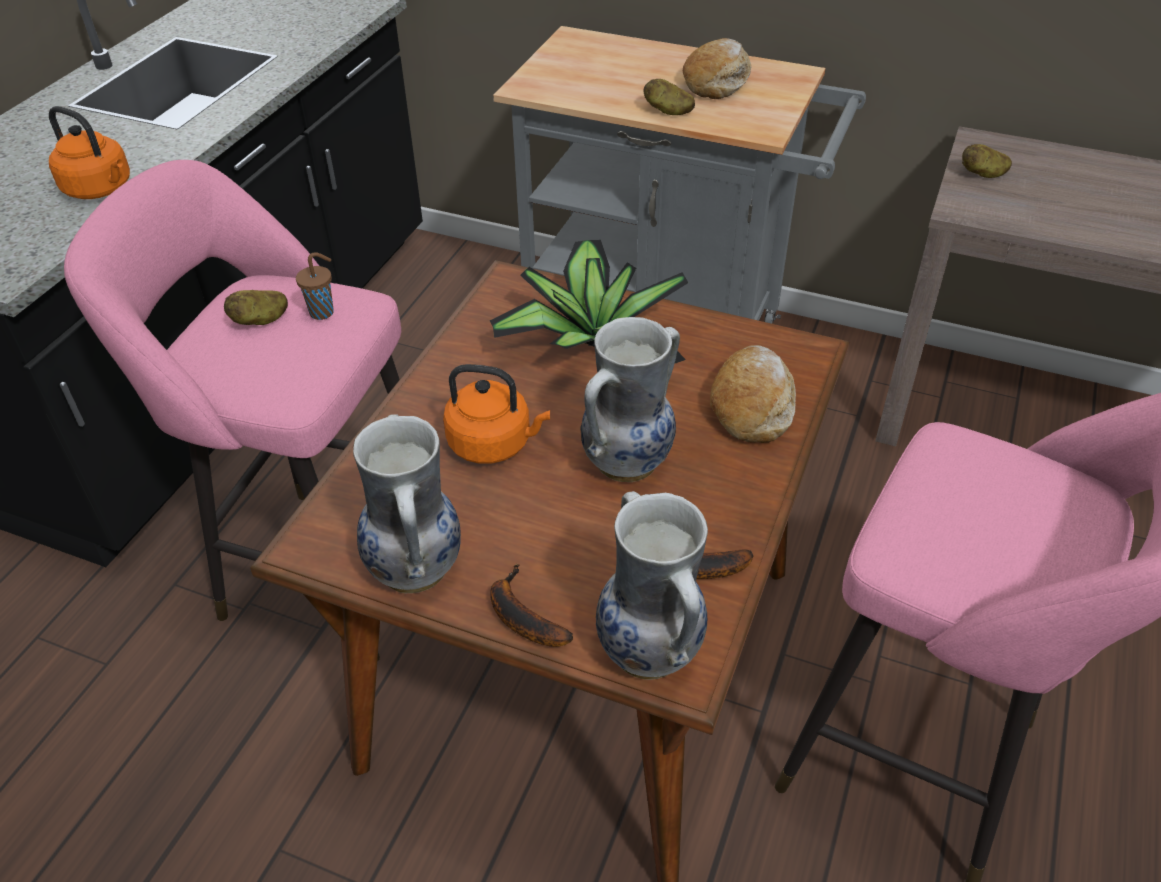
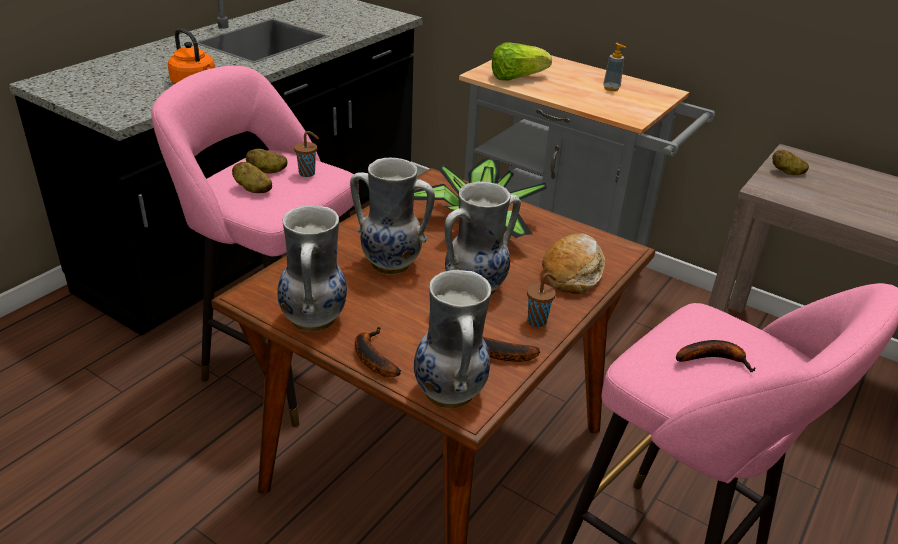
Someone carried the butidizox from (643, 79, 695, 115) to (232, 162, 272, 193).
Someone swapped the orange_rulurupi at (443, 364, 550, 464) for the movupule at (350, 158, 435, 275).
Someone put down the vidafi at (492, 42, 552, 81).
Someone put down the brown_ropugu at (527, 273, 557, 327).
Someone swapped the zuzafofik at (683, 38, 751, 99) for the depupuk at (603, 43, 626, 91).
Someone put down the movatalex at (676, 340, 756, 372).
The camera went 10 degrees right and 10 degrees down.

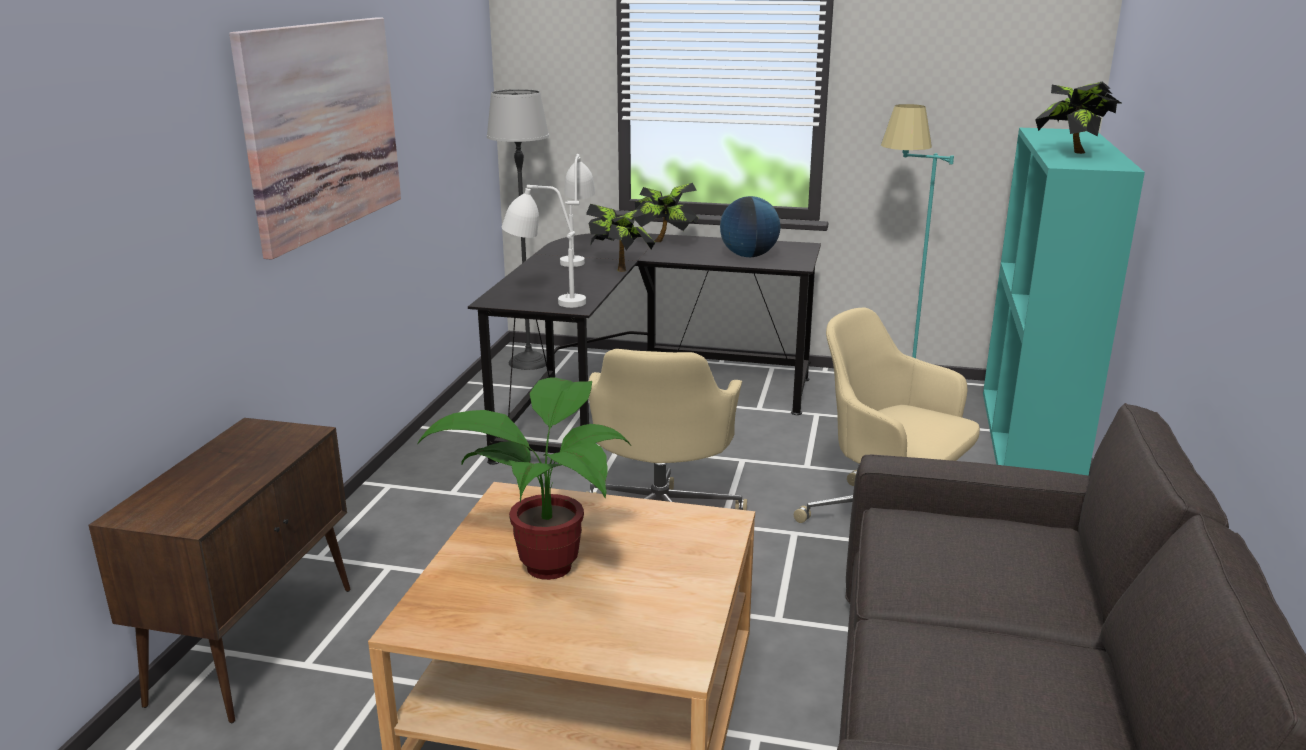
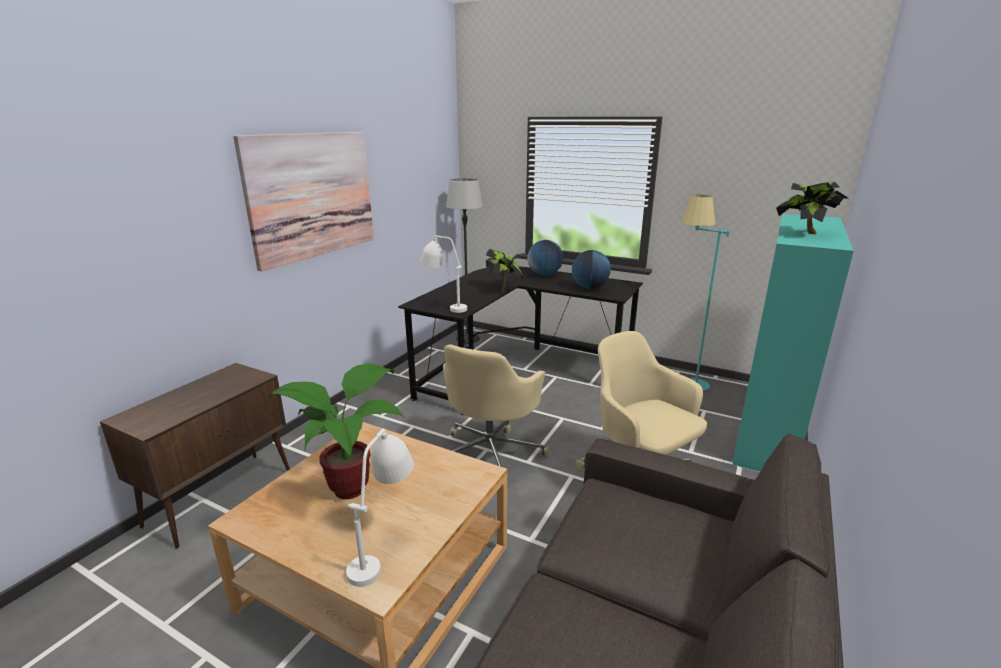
Someone carried the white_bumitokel from (560, 154, 595, 267) to (346, 428, 414, 587).
Someone swapped the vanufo at (634, 183, 698, 242) for the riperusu at (528, 240, 563, 276).
The camera went 15 degrees right and 0 degrees up.

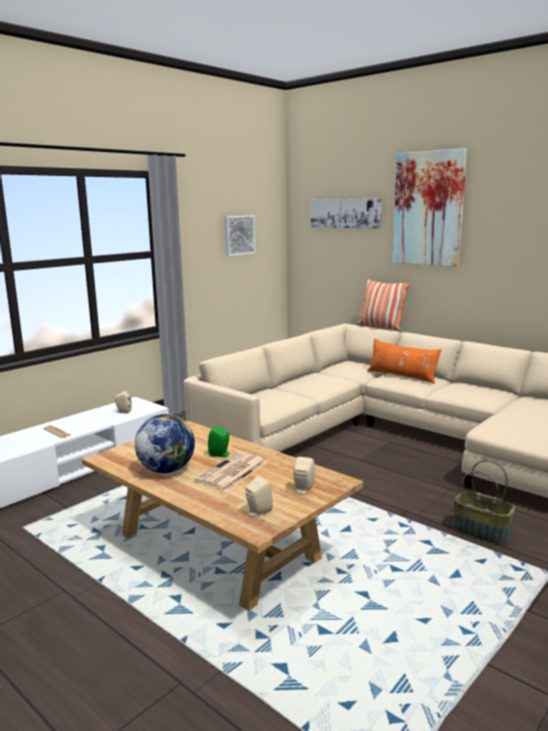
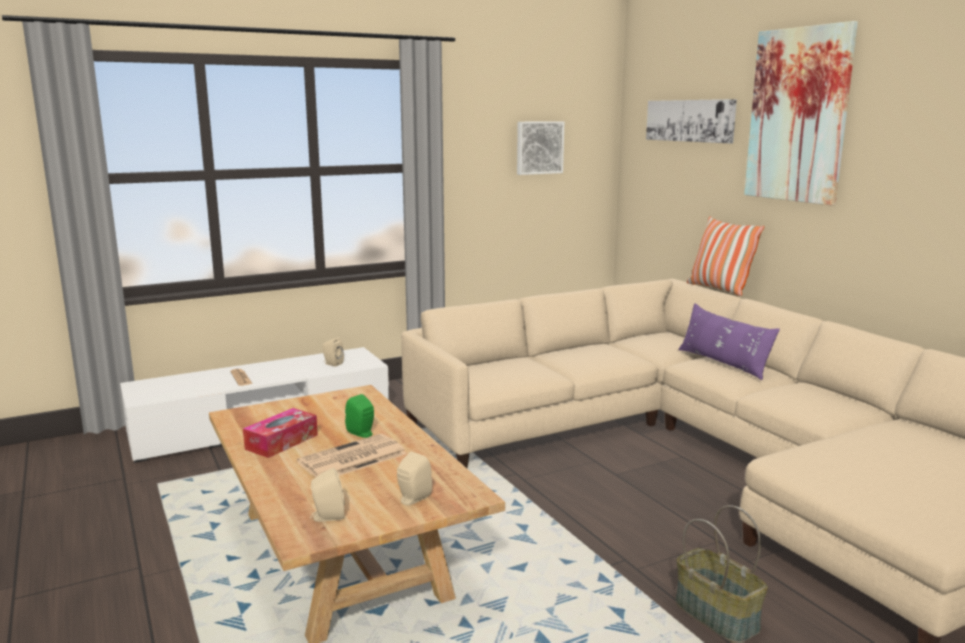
Someone swapped the riperusu at (135, 414, 195, 473) for the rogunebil at (243, 408, 318, 458).
Someone repainted the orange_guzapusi at (367, 338, 442, 384), which became the purple_guzapusi at (678, 303, 780, 380).
The camera went 20 degrees right and 0 degrees up.

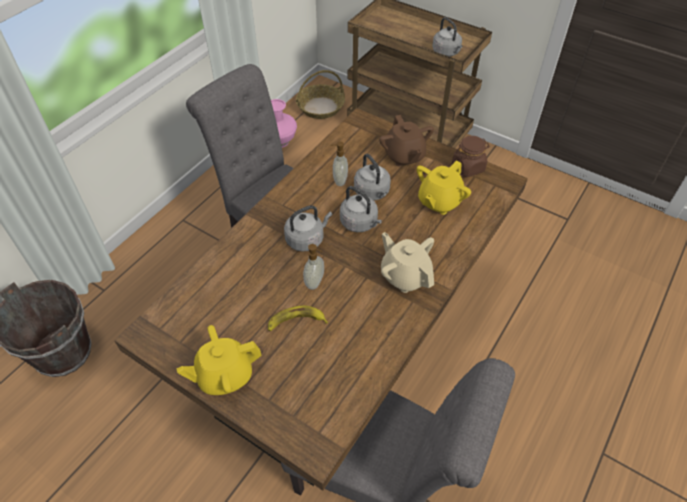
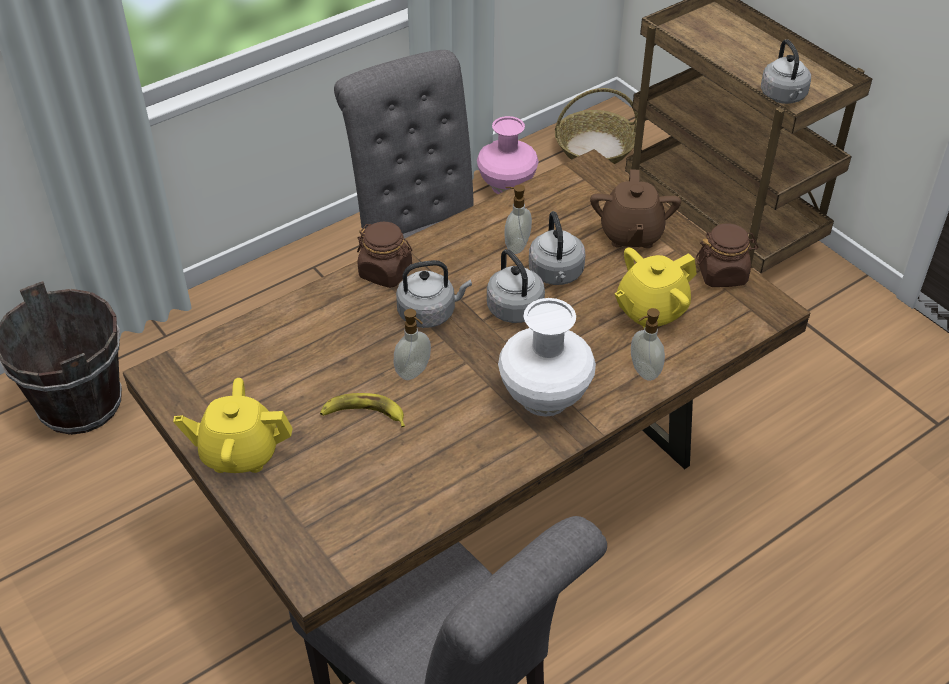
Someone put down the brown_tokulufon at (357, 222, 412, 288).
Someone swapped the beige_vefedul at (381, 232, 434, 293) for the white_movupule at (498, 298, 596, 417).
Someone put down the depupuk at (631, 308, 665, 381).
The camera went 20 degrees right and 5 degrees down.

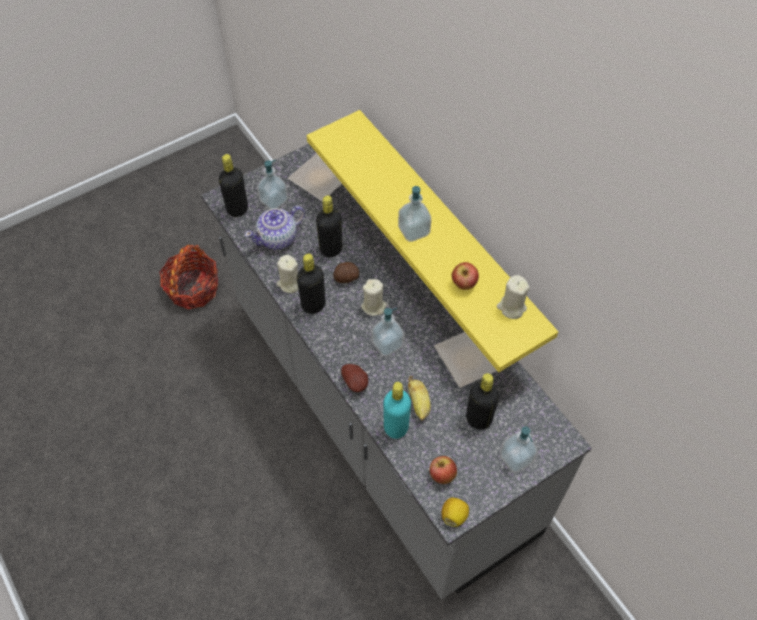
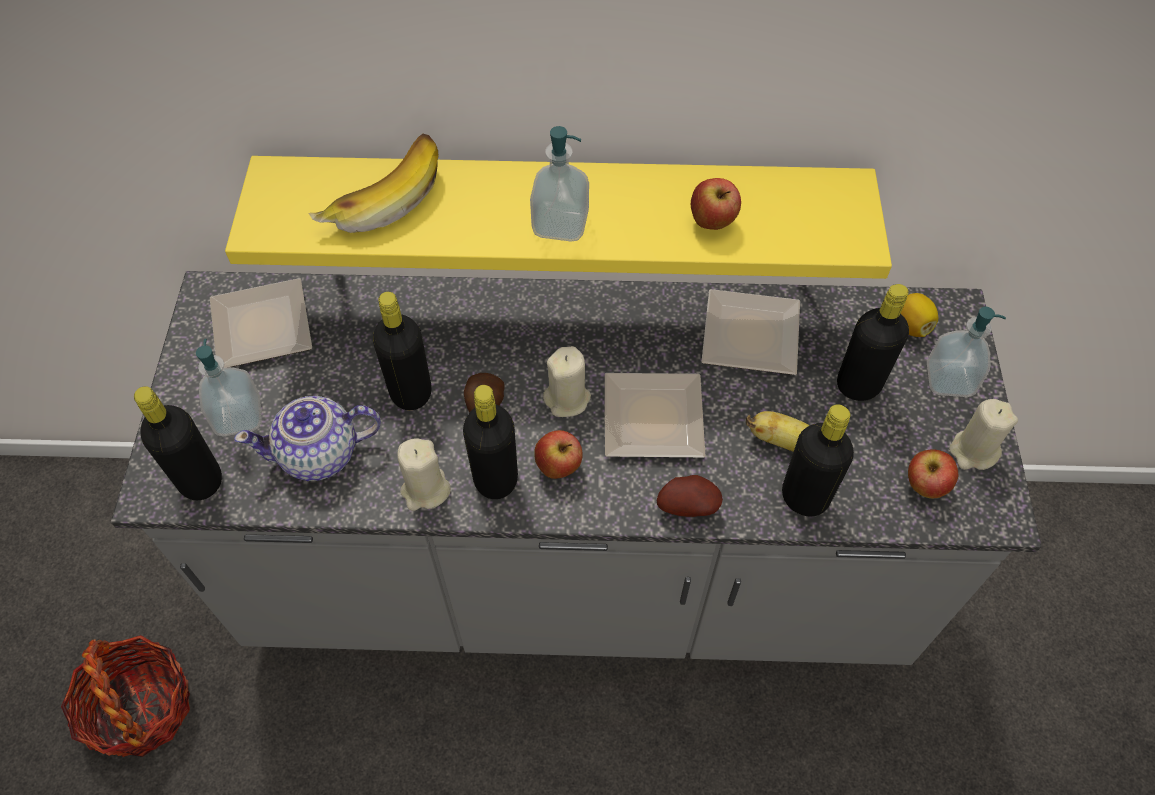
Someone rotated the vefedul at (245, 206, 305, 250) by 75 degrees clockwise.
Someone put down the movatalex at (308, 134, 439, 233).
Someone put down the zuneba at (534, 430, 583, 479).
Someone swapped the depupuk at (371, 308, 404, 356) for the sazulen at (605, 373, 705, 457).
Someone repainted the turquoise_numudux at (383, 382, 411, 439), which became the black_numudux at (782, 404, 854, 517).
Someone carried the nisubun from (441, 497, 469, 527) to (901, 293, 938, 337).
Someone carried the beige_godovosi from (497, 275, 530, 319) to (949, 399, 1018, 470).
The camera went 55 degrees left and 0 degrees up.

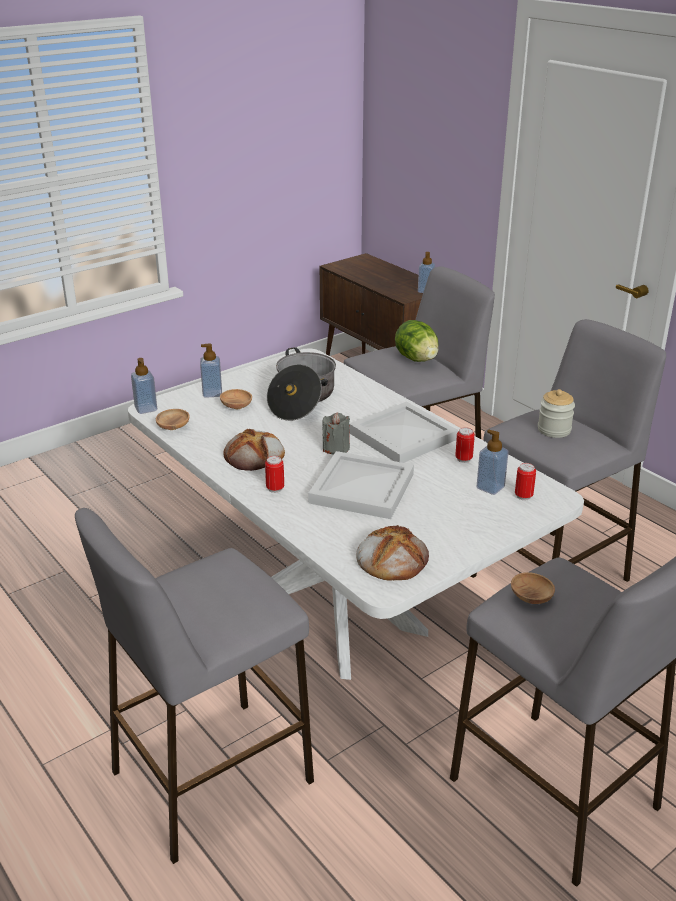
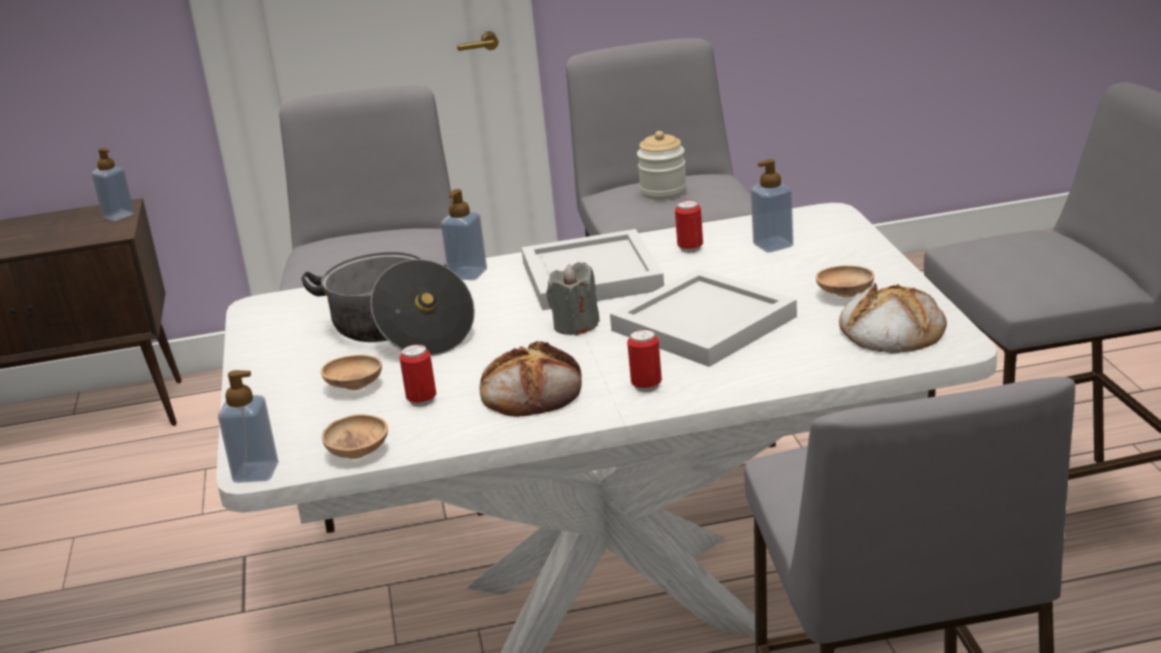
Someone carried the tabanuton from (515, 463, 536, 500) to (399, 344, 436, 407).
Someone carried the depupuk from (200, 343, 222, 398) to (441, 189, 487, 280).
Someone carried the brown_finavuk from (511, 572, 555, 604) to (816, 265, 874, 297).
Someone took away the vidafi at (395, 320, 438, 362).
The camera went 60 degrees left and 5 degrees down.

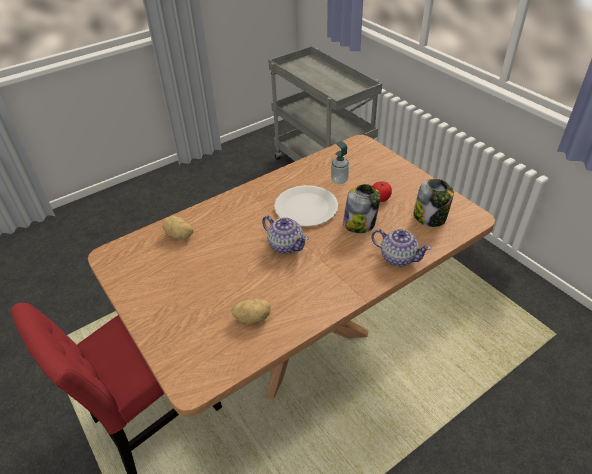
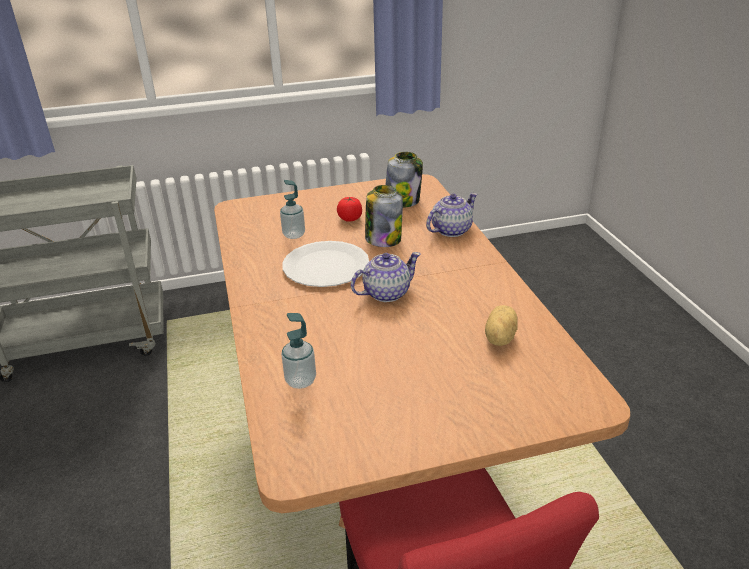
Someone swapped the butidizox at (163, 216, 193, 239) for the depupuk at (281, 313, 316, 389).
The camera went 70 degrees left and 10 degrees down.

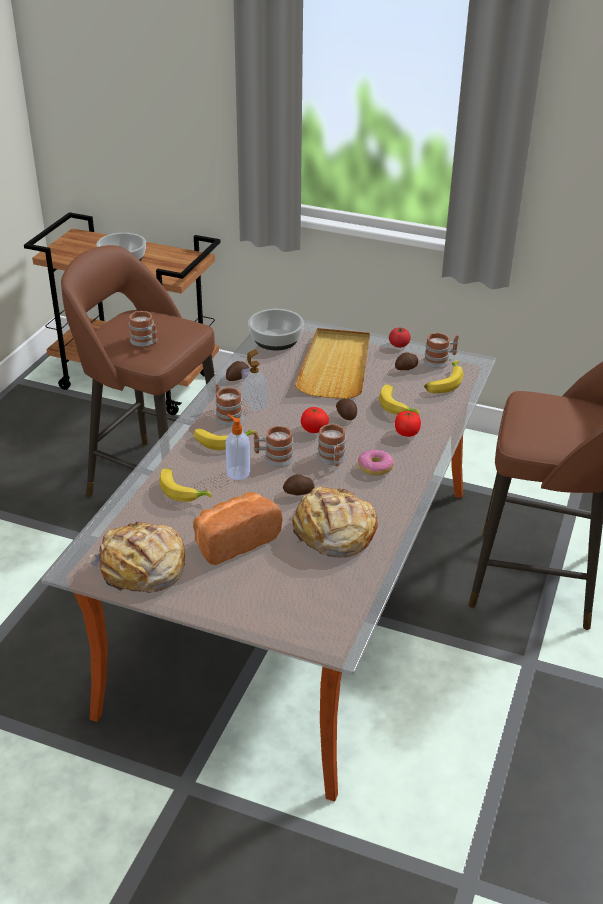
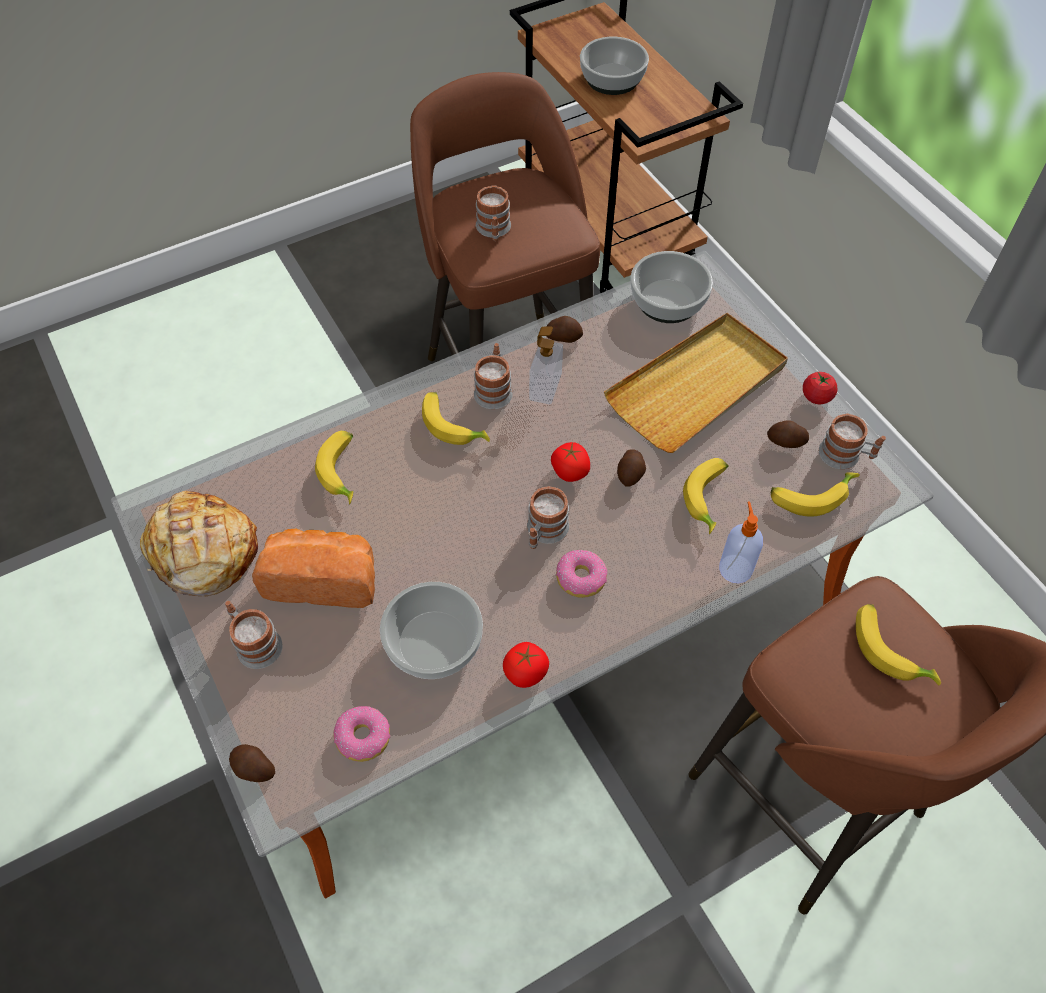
Someone carried the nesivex from (253, 426, 294, 467) to (225, 601, 283, 669).
Someone carried the butidizox from (283, 474, 314, 495) to (229, 744, 275, 782).
Someone put down the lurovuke at (334, 706, 390, 762).
Someone swapped the zuzafofik at (293, 487, 378, 558) for the finavuk at (380, 582, 483, 679).
Someone carried the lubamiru from (395, 411, 421, 437) to (503, 642, 549, 688).
Someone carried the depupuk from (226, 414, 250, 480) to (719, 501, 763, 583).
Someone put down the movatalex at (856, 604, 941, 685).
The camera went 40 degrees right and 20 degrees up.

